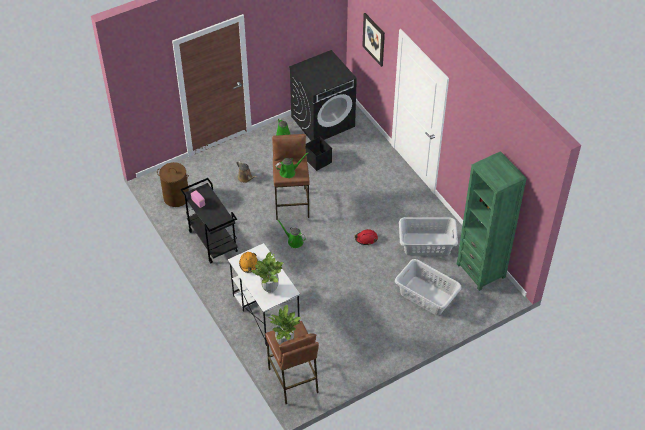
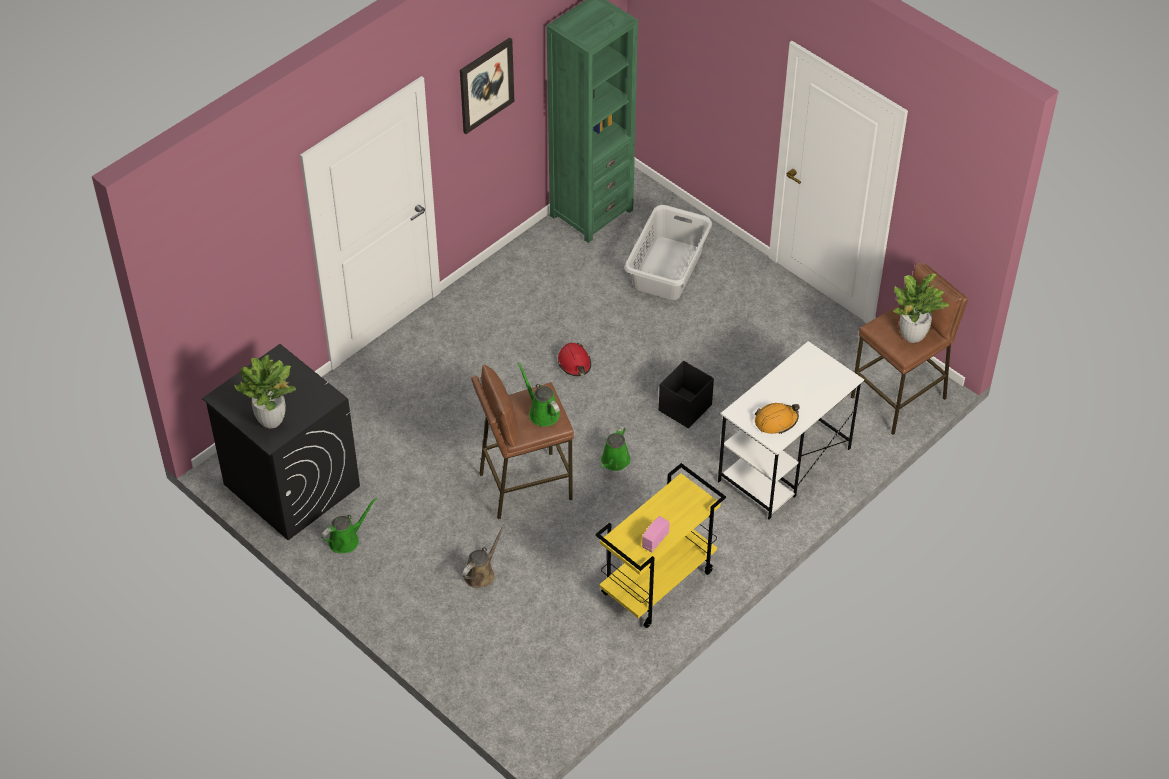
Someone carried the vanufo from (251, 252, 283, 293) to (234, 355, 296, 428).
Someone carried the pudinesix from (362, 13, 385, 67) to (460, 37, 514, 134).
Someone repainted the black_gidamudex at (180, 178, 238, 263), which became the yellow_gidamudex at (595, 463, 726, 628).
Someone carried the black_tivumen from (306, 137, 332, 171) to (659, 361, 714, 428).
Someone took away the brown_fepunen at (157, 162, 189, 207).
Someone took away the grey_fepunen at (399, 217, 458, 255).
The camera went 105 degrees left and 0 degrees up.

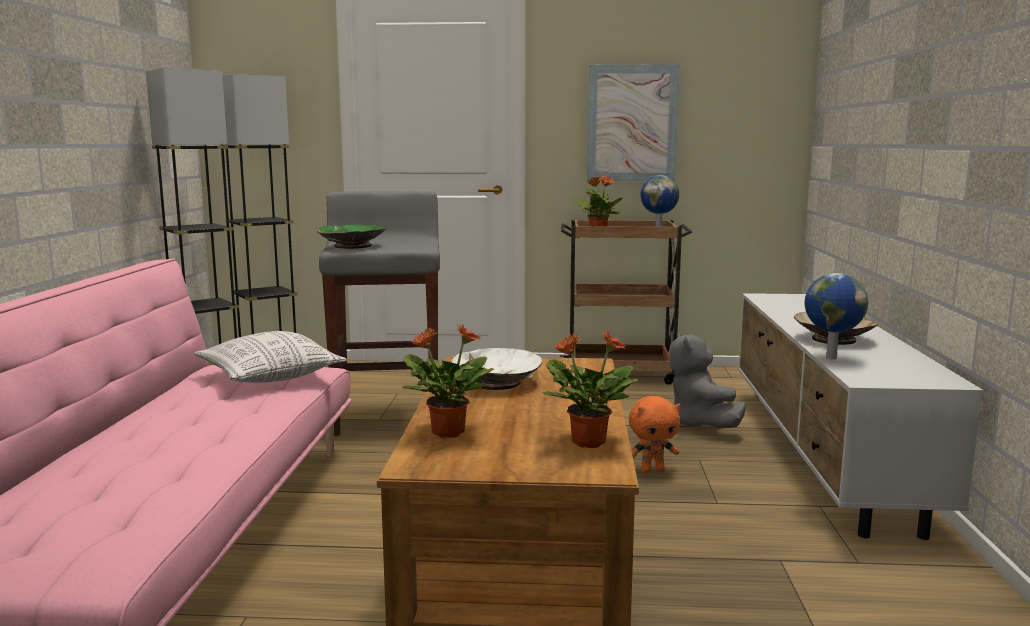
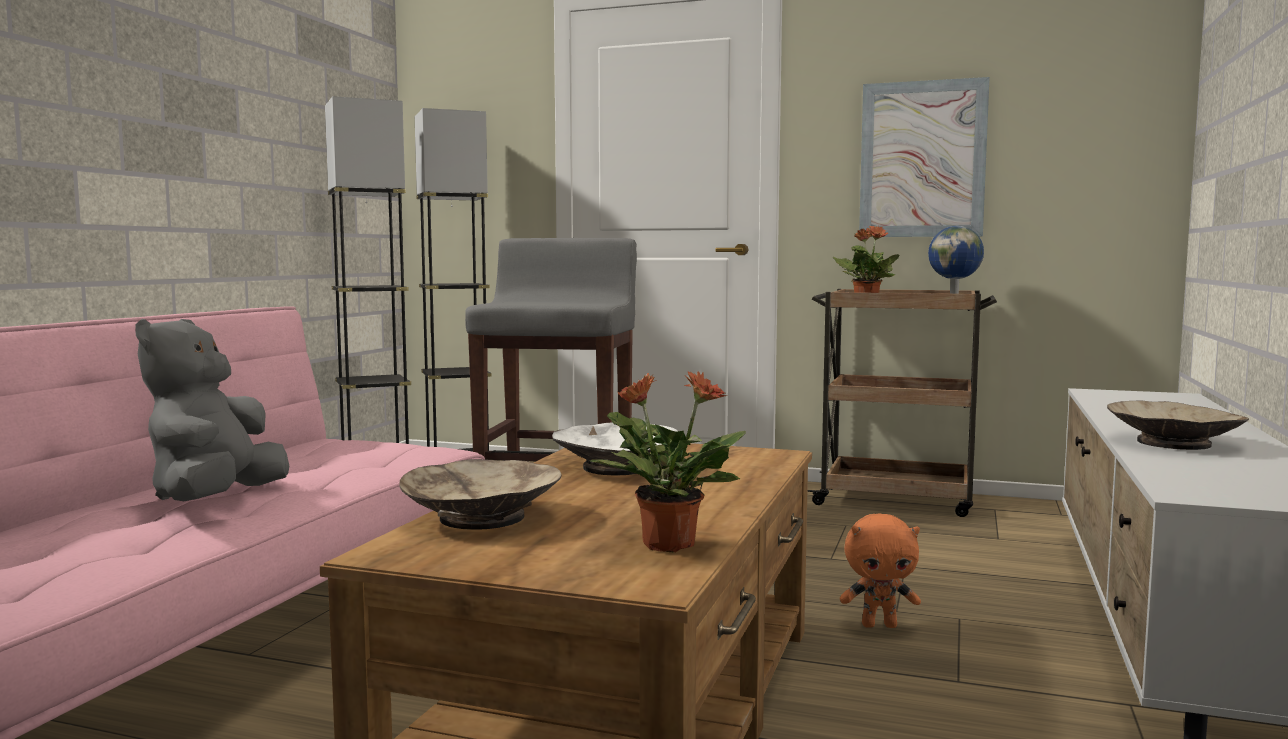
Someone carried the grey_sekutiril from (670, 331, 746, 429) to (135, 319, 289, 501).
Someone swapped the vanufo at (402, 324, 494, 438) for the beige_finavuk at (399, 459, 561, 530).
Someone took away the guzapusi at (194, 331, 347, 383).
Someone took away the green_finavuk at (317, 224, 387, 249).
Someone took away the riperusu at (805, 273, 868, 360).
The camera went 15 degrees right and 5 degrees down.

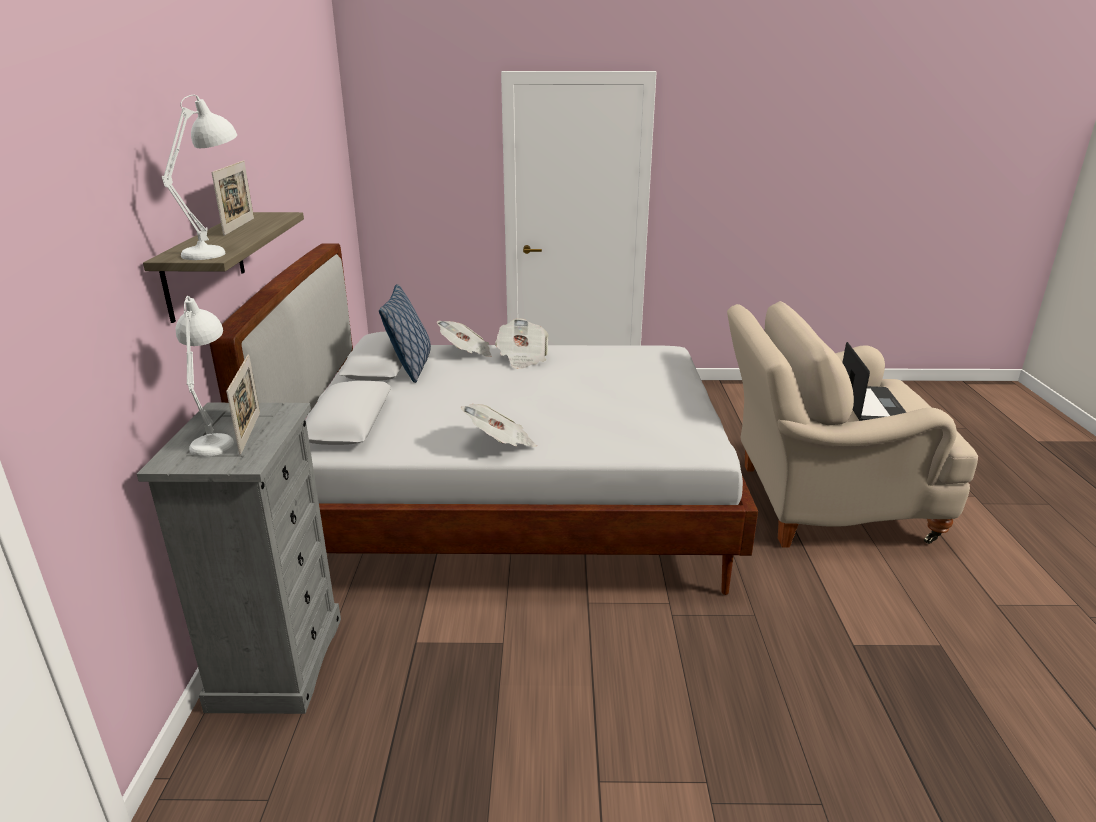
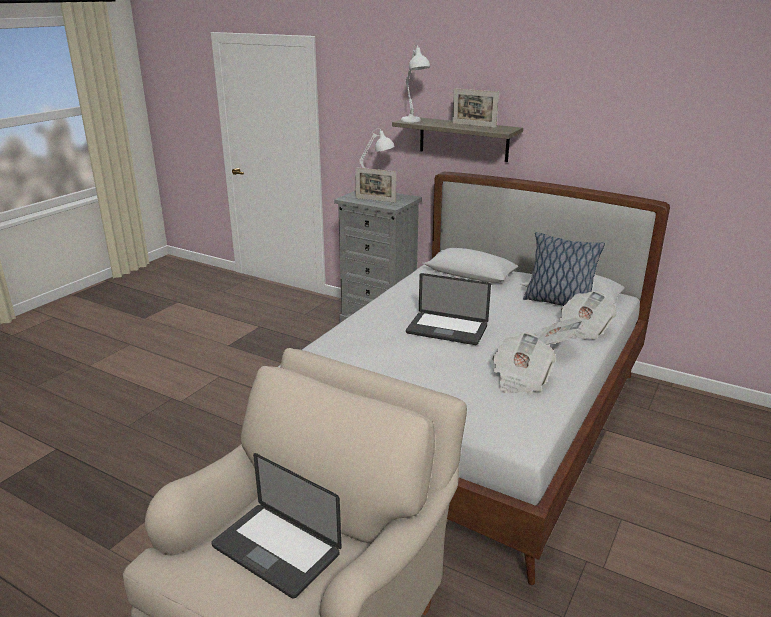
Someone put down the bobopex at (406, 273, 491, 345).
Someone carried the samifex from (461, 404, 537, 447) to (493, 333, 556, 394).
The camera went 120 degrees right and 0 degrees up.

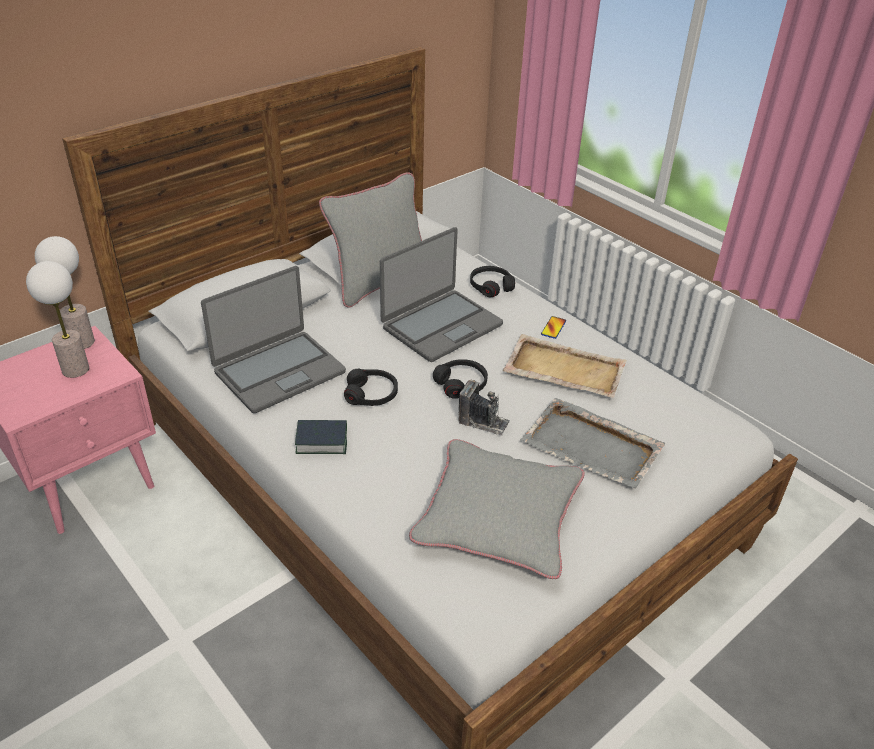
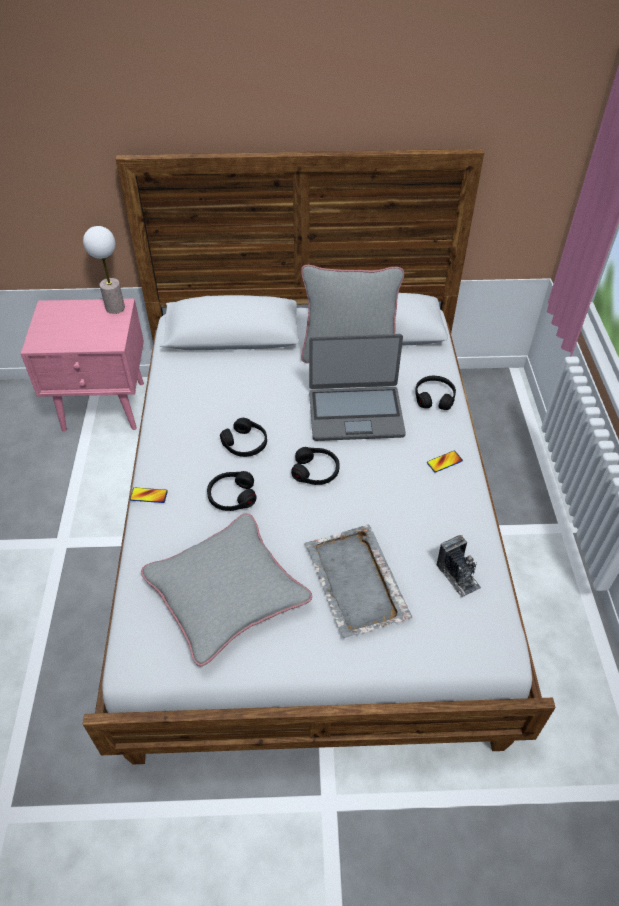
Someone put down the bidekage at (130, 488, 168, 503).
Someone put down the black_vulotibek at (207, 471, 256, 511).
Someone carried the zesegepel from (458, 380, 510, 436) to (437, 535, 481, 598).
Someone took away the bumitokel at (26, 261, 89, 378).
Someone took away the bobopex at (201, 266, 346, 413).
Someone took away the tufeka at (295, 420, 347, 454).
Someone took away the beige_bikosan at (503, 334, 627, 398).
The camera went 40 degrees right and 10 degrees up.

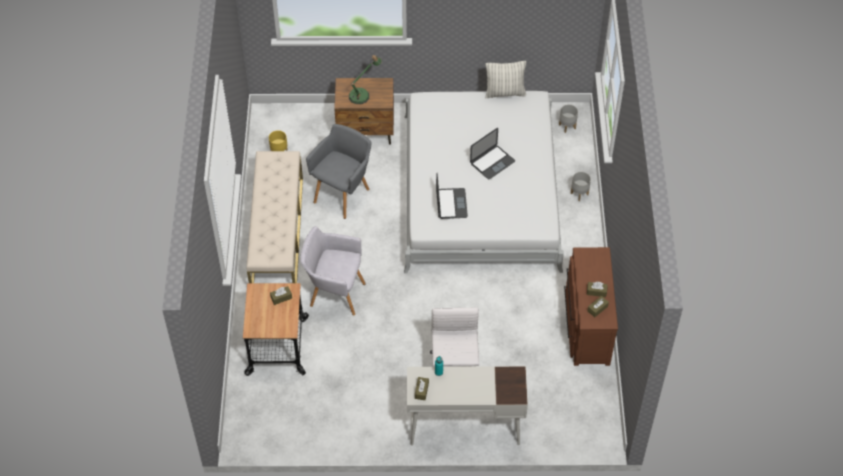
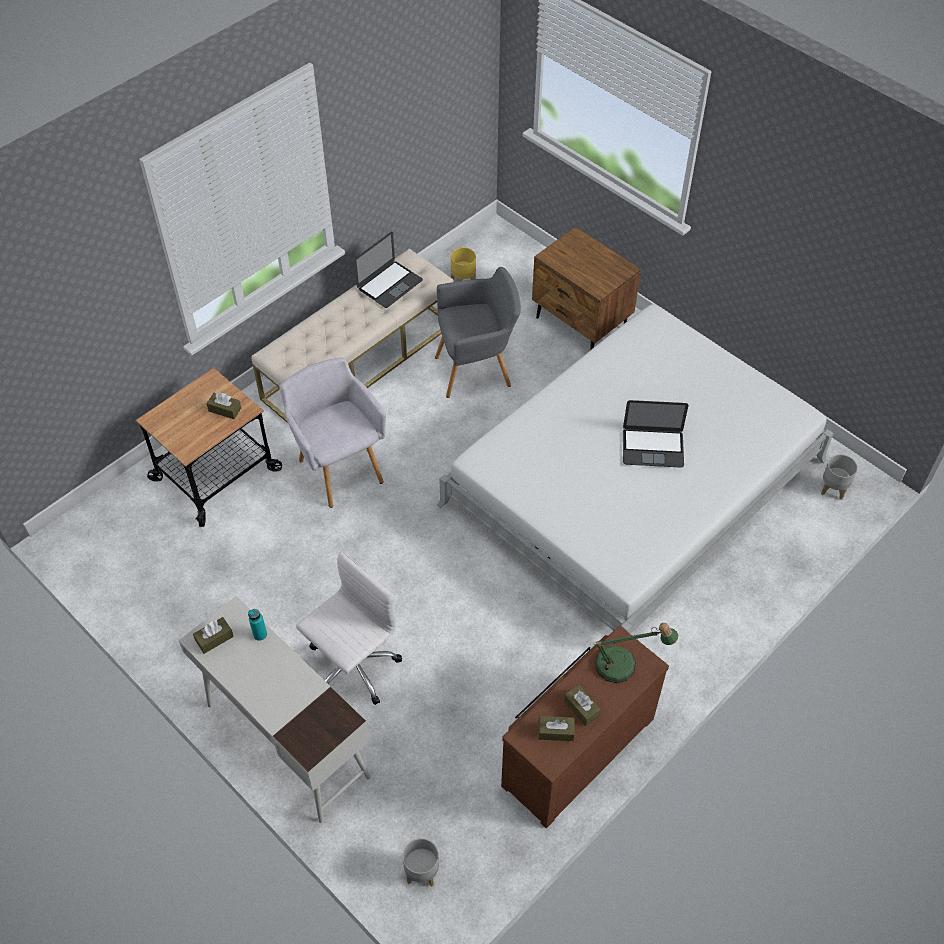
Someone carried the bobopex from (436, 173, 468, 219) to (354, 232, 423, 308).
Someone carried the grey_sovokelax from (571, 172, 591, 201) to (403, 838, 439, 887).
Someone carried the bumitokel from (349, 55, 382, 104) to (593, 623, 678, 683).
Someone took away the guzapusi at (485, 61, 526, 98).
The camera went 45 degrees right and 0 degrees up.

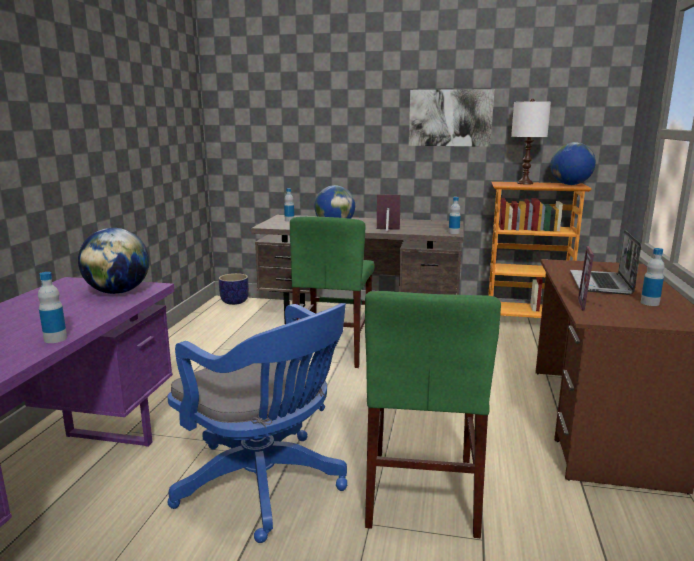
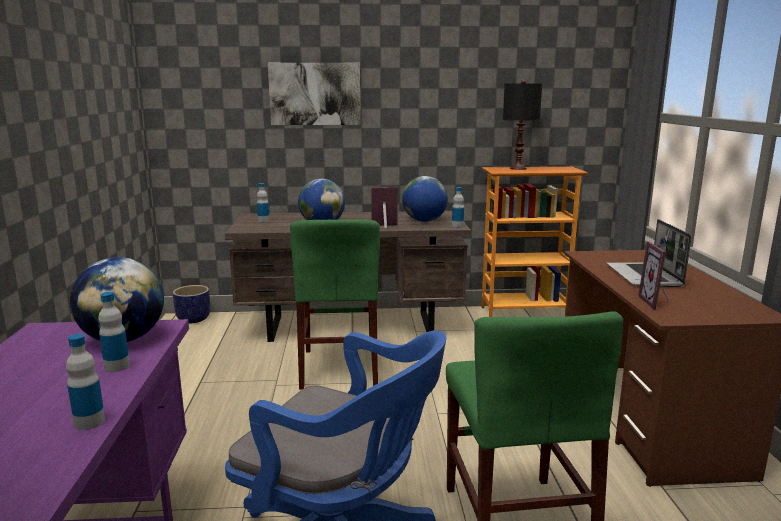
Someone carried the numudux from (641, 248, 665, 306) to (98, 292, 130, 372).
Someone carried the pudinesix from (409, 89, 494, 147) to (268, 63, 361, 125).
Someone carried the riperusu from (550, 142, 596, 185) to (402, 176, 448, 222).
Someone repainted the white_bumitokel at (511, 99, 551, 184), which became the black_bumitokel at (503, 80, 542, 170).
The camera went 15 degrees left and 0 degrees up.

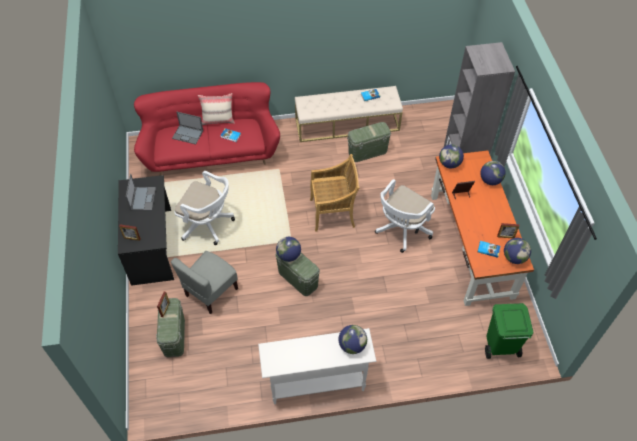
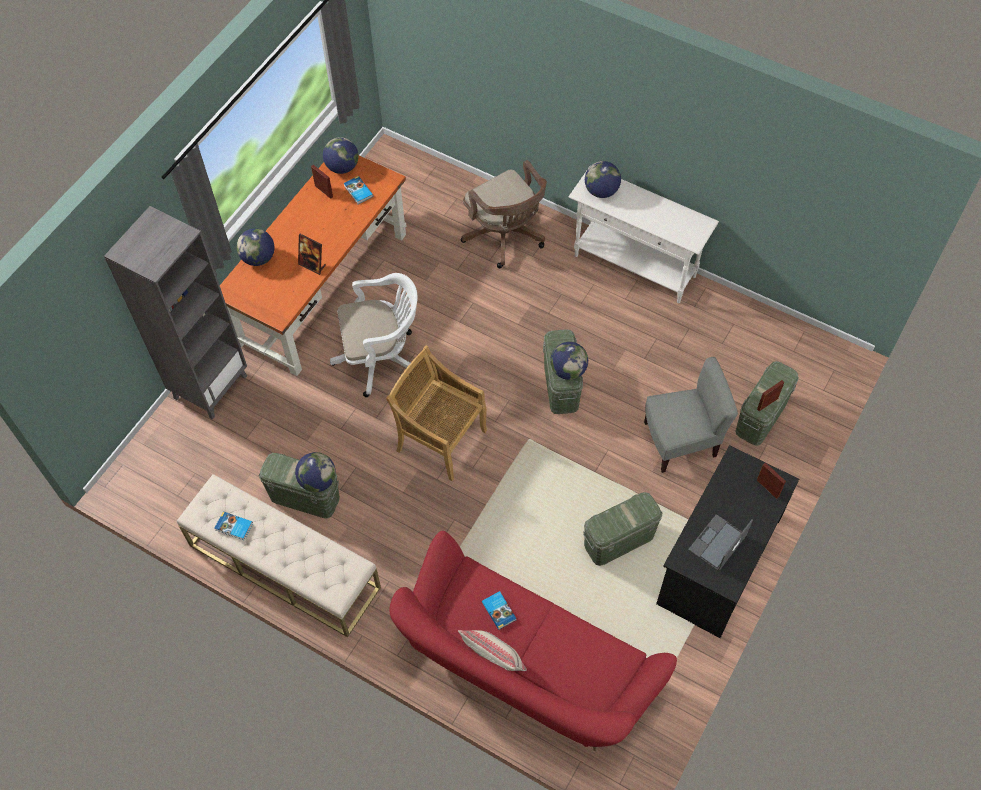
Someone carried the riperusu from (439, 144, 464, 168) to (295, 452, 336, 492).
Someone put down the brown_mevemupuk at (461, 160, 547, 268).
Someone swapped the white_mevemupuk at (174, 171, 235, 245) for the green_tivumen at (583, 492, 663, 566).
Someone took away the bobopex at (172, 112, 203, 144).
Someone took away the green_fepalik at (485, 303, 533, 359).
The camera went 140 degrees left and 5 degrees up.

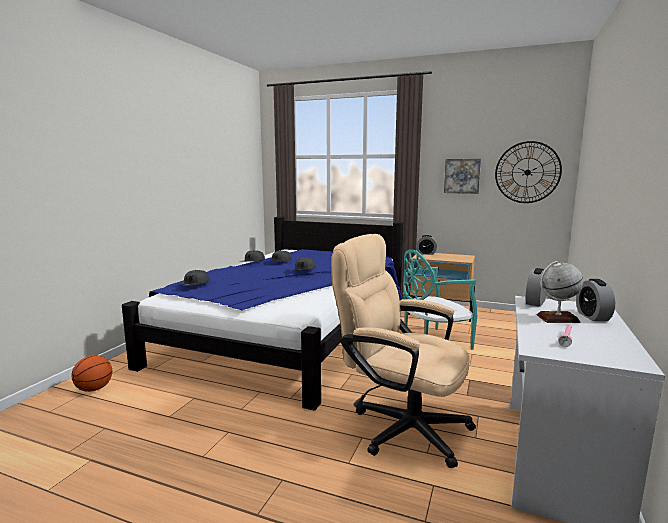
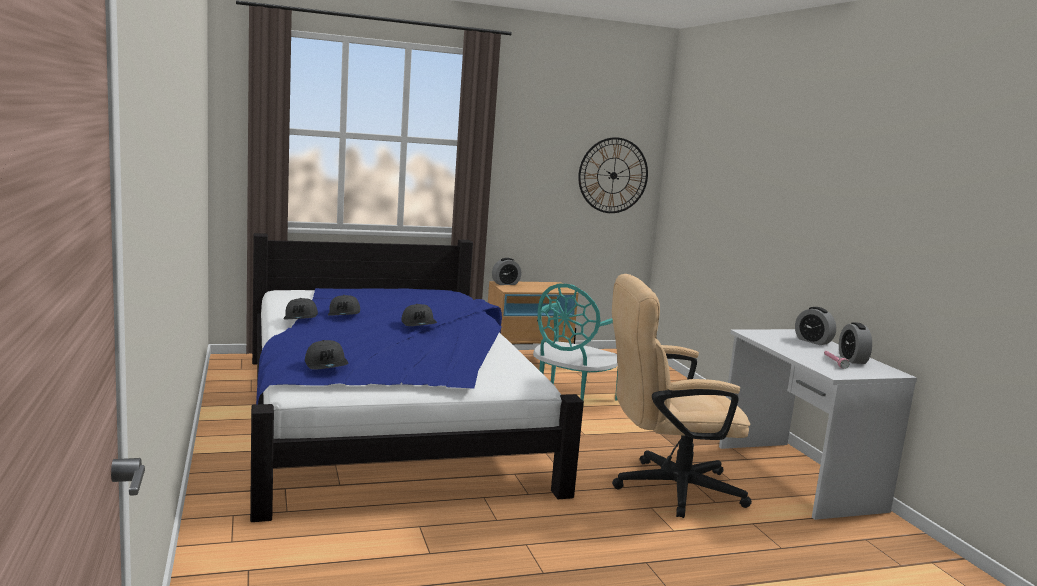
Someone carried the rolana from (526, 268, 547, 307) to (839, 322, 872, 364).
Someone took away the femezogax at (71, 355, 112, 392).
Someone took away the pudinesix at (444, 159, 481, 194).
Someone took away the riperusu at (537, 261, 583, 323).
The camera went 40 degrees left and 0 degrees up.

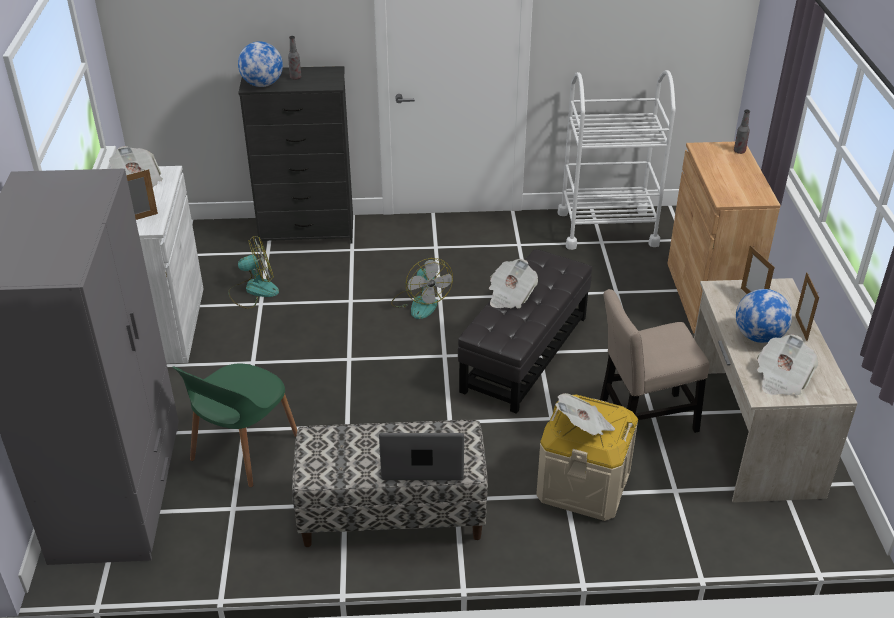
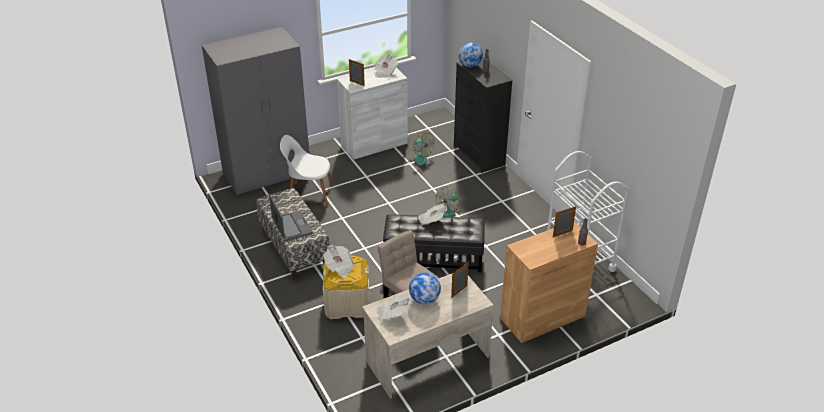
Someone repainted the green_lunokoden at (172, 363, 297, 487), which became the white_lunokoden at (280, 135, 333, 206).
Someone carried the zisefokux from (795, 272, 819, 341) to (553, 206, 576, 237).
The camera went 65 degrees right and 0 degrees up.

